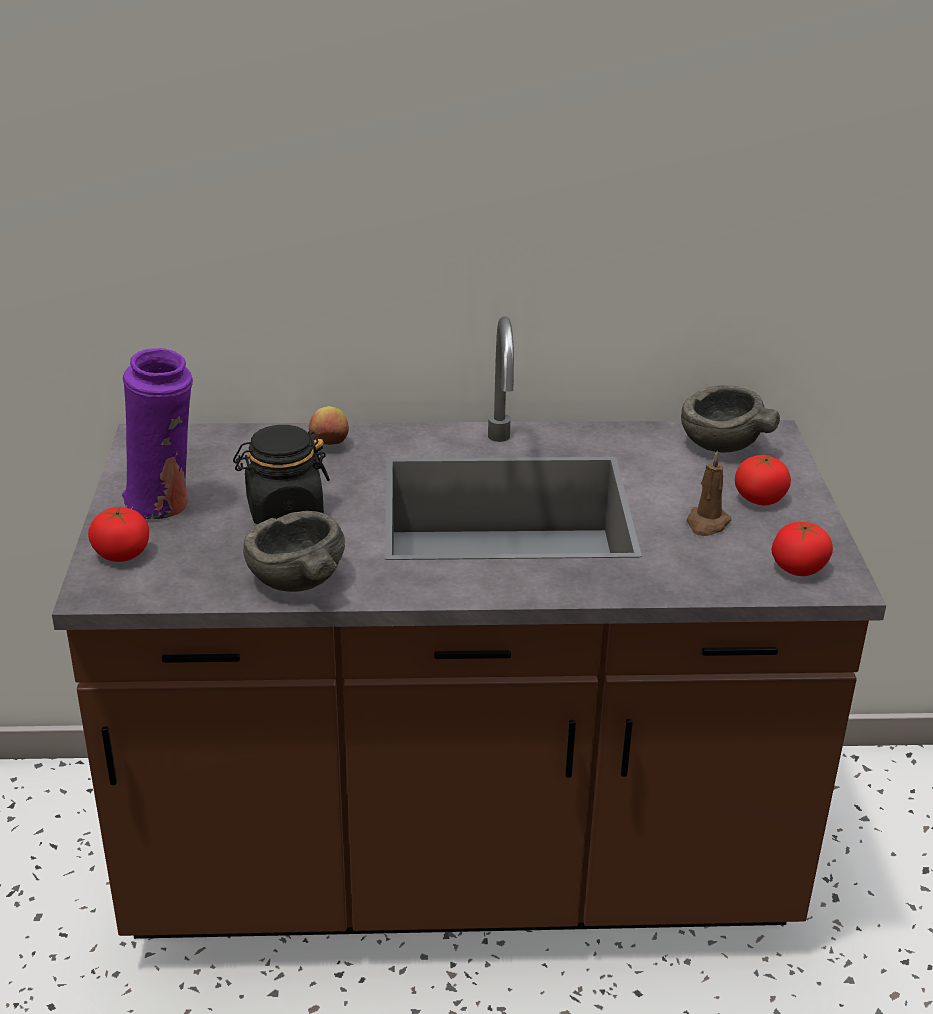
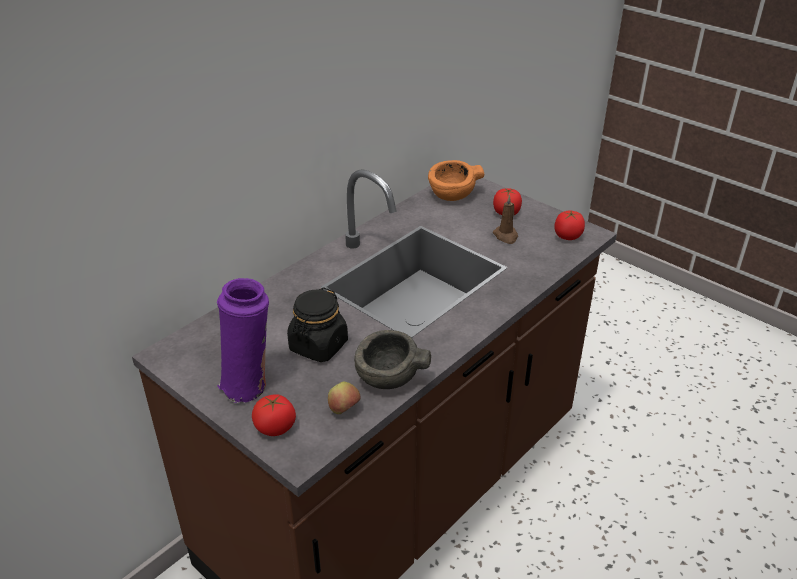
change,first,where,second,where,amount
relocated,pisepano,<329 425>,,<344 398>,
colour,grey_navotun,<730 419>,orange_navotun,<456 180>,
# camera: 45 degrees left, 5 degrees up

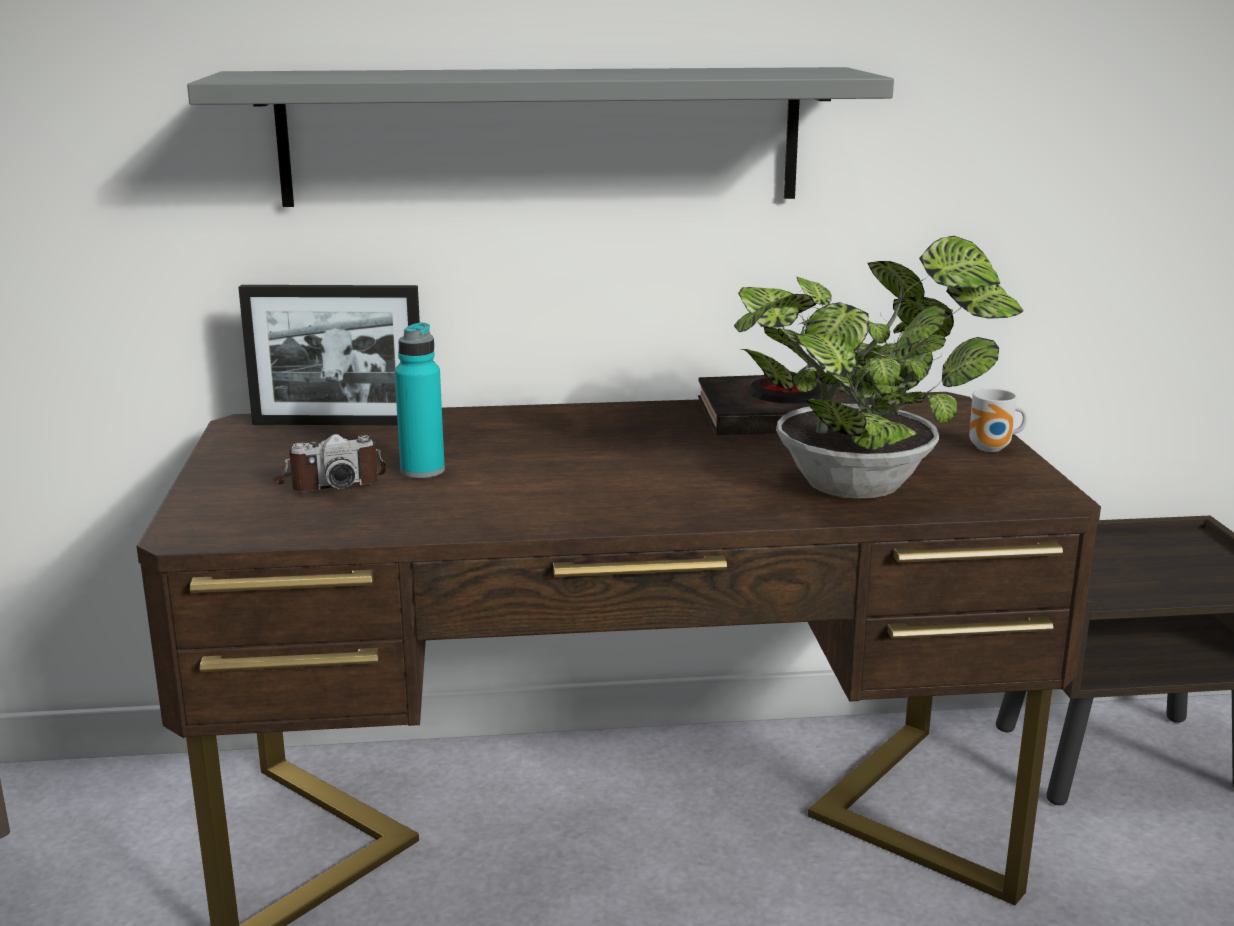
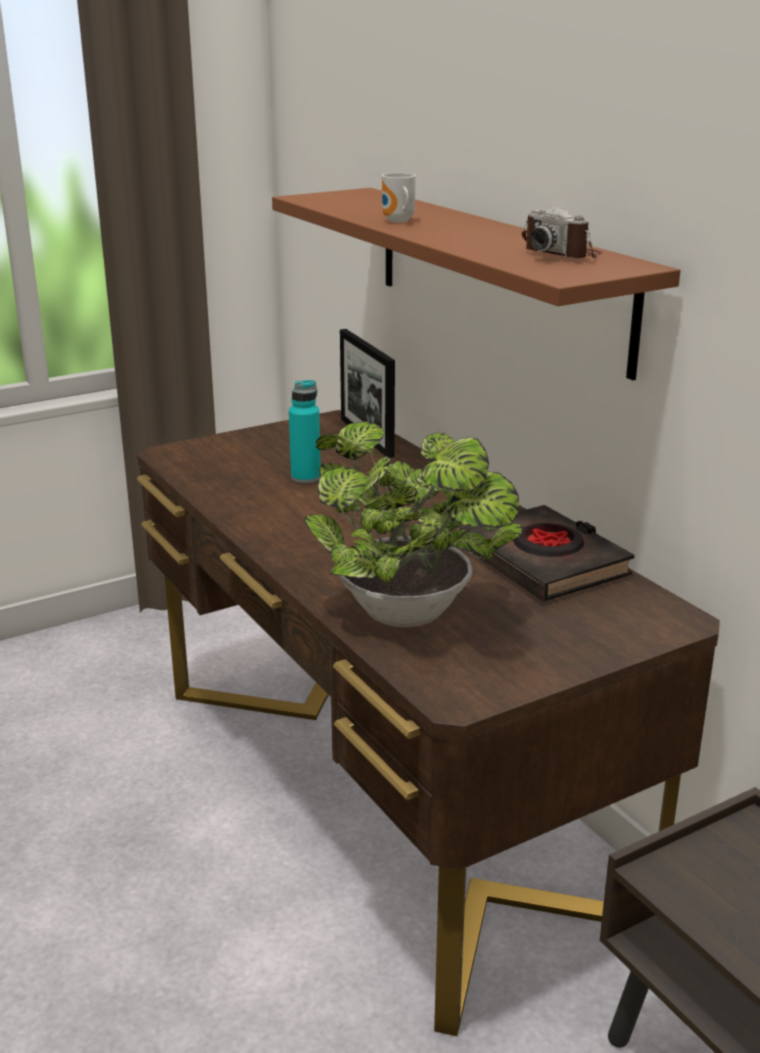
change,first,where,second,where,amount
colour,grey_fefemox,<540 137>,brown_fefemox,<476 284>,
relocated,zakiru,<329 463>,,<562 232>,
relocated,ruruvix,<998 420>,,<399 198>,
# camera: 65 degrees right, 5 degrees up

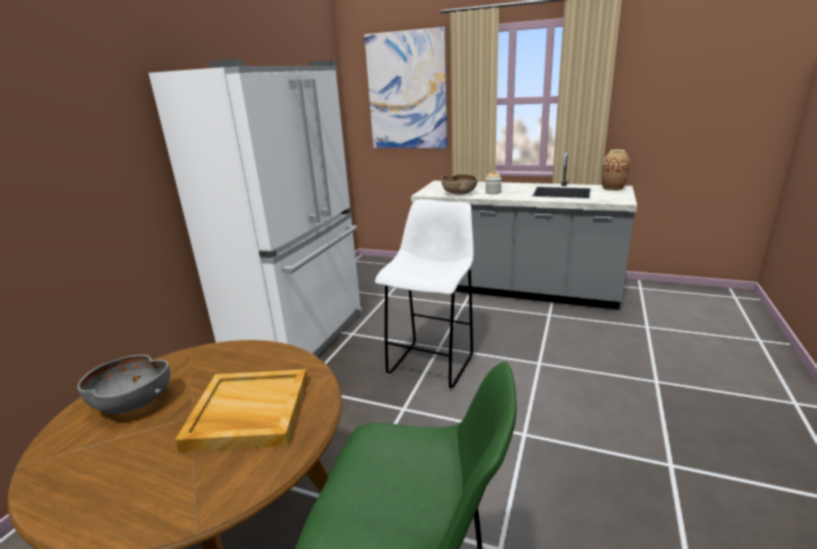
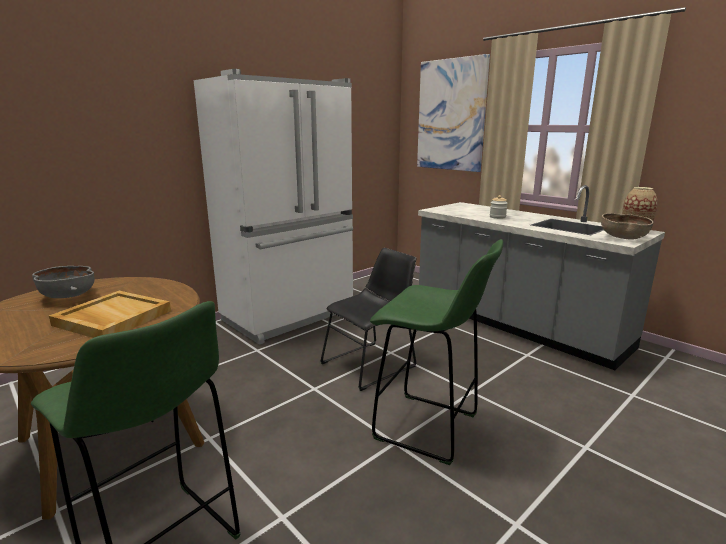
change,first,where,second,where,amount
exchanged,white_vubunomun,<424 295>,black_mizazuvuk,<368 319>,
relocated,brown_navotun,<459 184>,,<627 226>,
appeared,,,green_vubunomun,<436 352>,
# camera: 25 degrees right, 5 degrees down

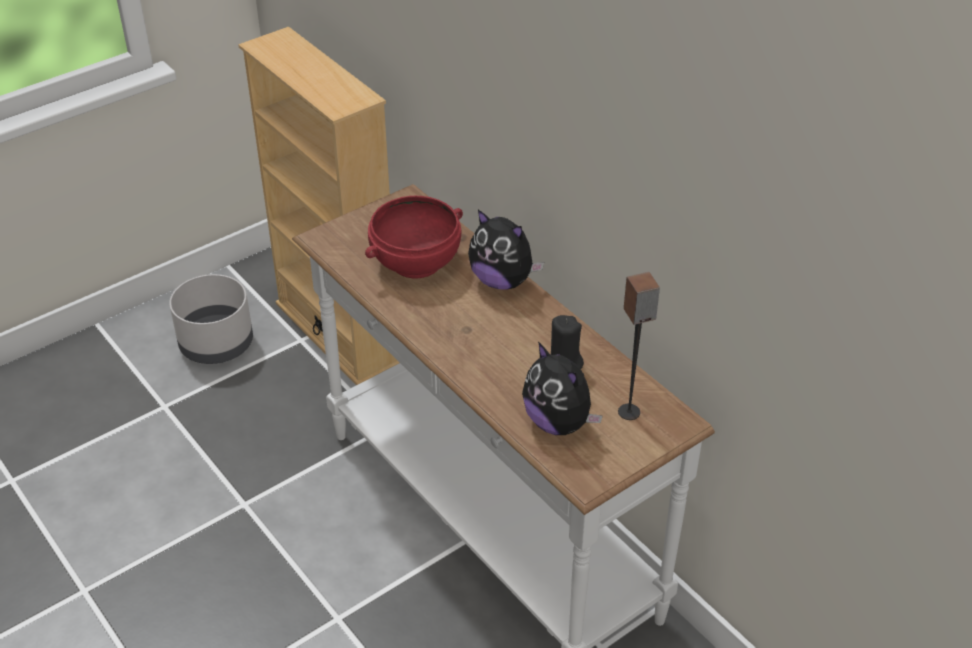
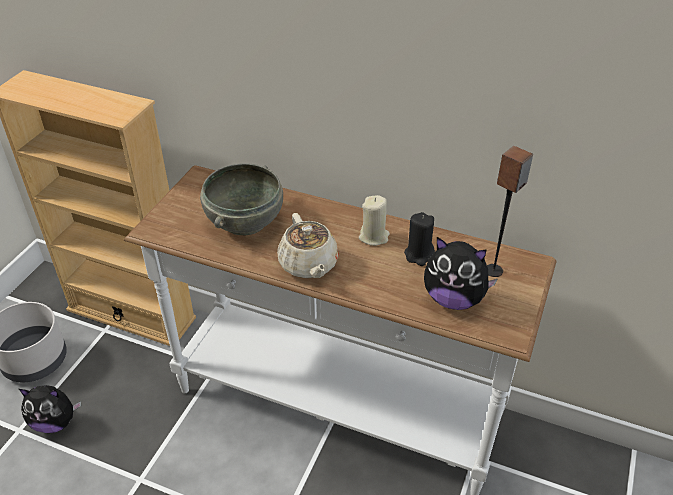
change,first,where,second,where,amount
colour,red_navotun,<414 237>,grey_navotun,<241 199>,
relocated,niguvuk,<506 250>,,<50 409>,
appeared,,,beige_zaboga,<308 245>,
appeared,,,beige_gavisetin,<374 220>,
# camera: 30 degrees left, 0 degrees up

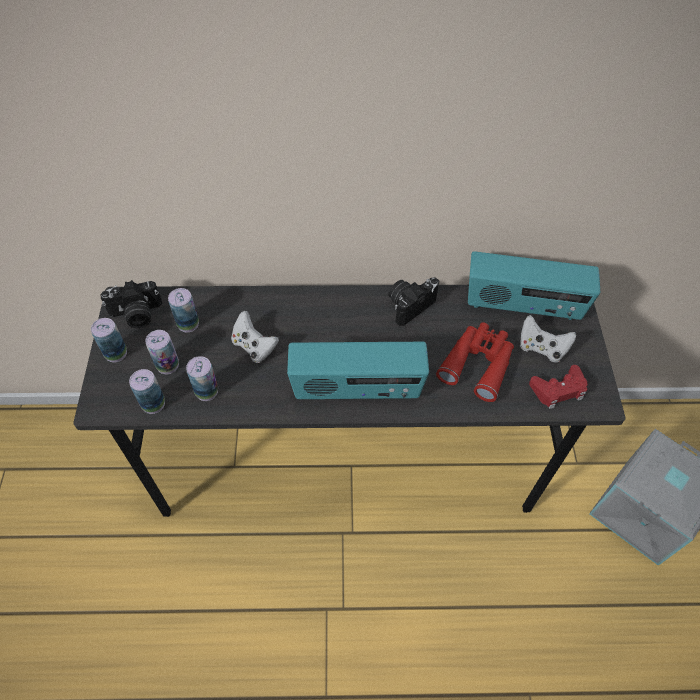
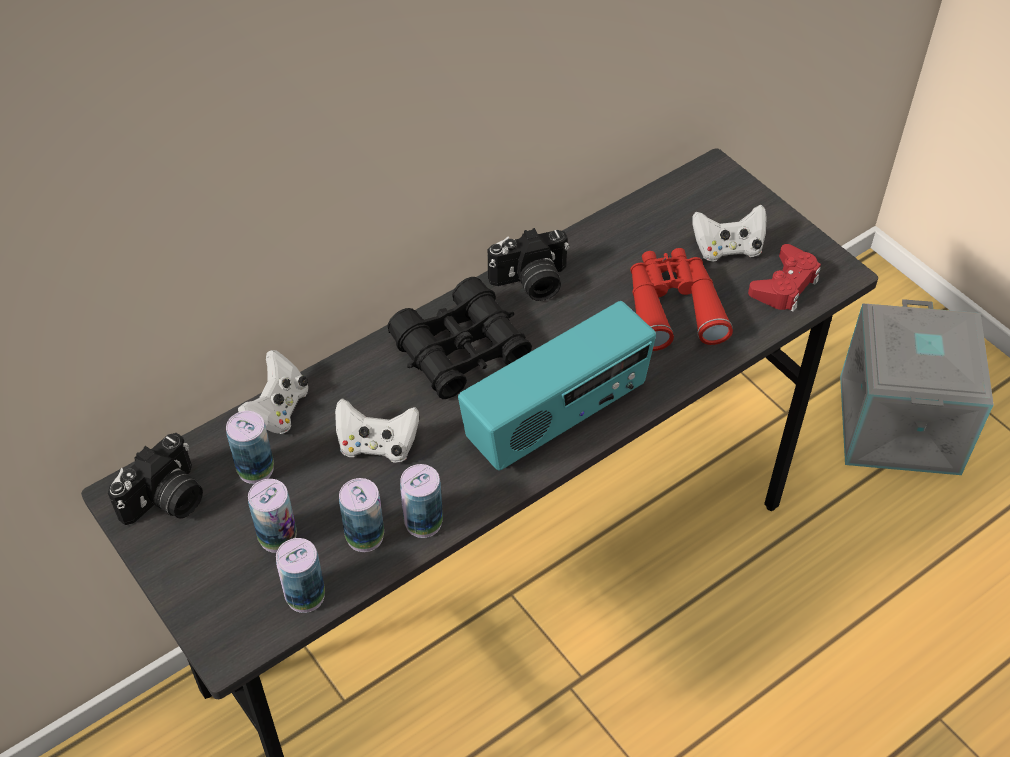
change,first,where,second,where,amount
relocated,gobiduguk,<109 340>,,<421 501>,
spun,zakiru,<413 301>,,<528 264>,120 degrees counterclockwise
missing,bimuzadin,<534 285>,,,
appeared,,,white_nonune,<273 392>,
appeared,,,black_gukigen,<459 338>,
# camera: 35 degrees left, 5 degrees down

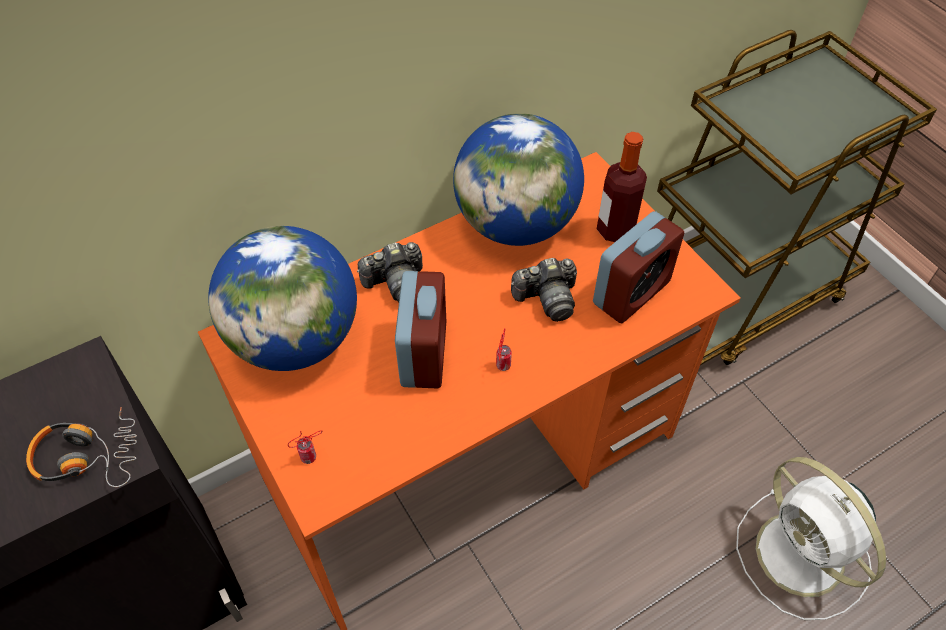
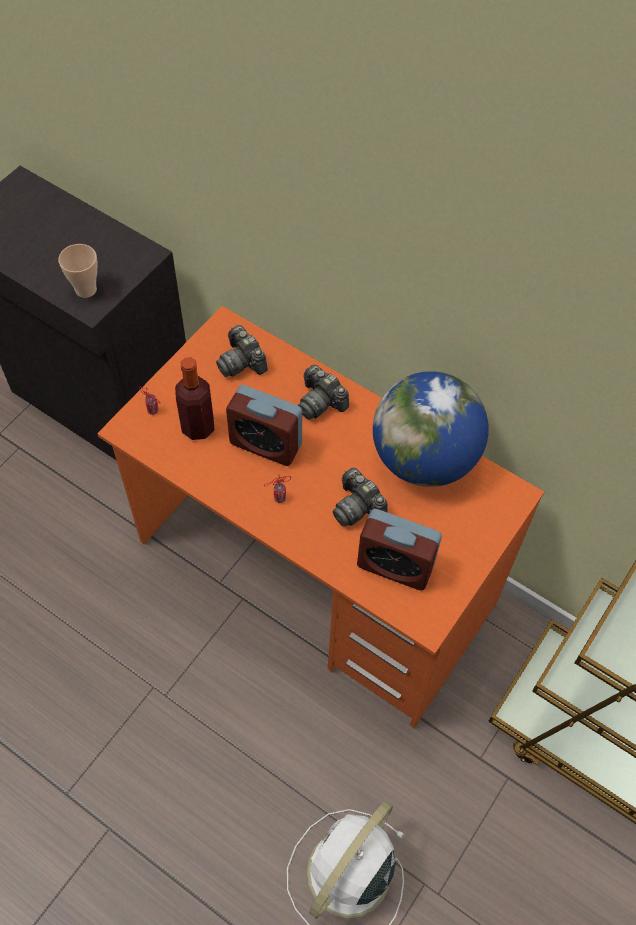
change,first,where,second,where,amount
exchanged,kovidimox,<81 447>,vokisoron,<77 271>,
exchanged,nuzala,<282 298>,zakiru,<242 351>,
spun,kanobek,<420 329>,,<264 425>,45 degrees clockwise
relocated,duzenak,<622 187>,,<195 398>,
# camera: 65 degrees right, 5 degrees up

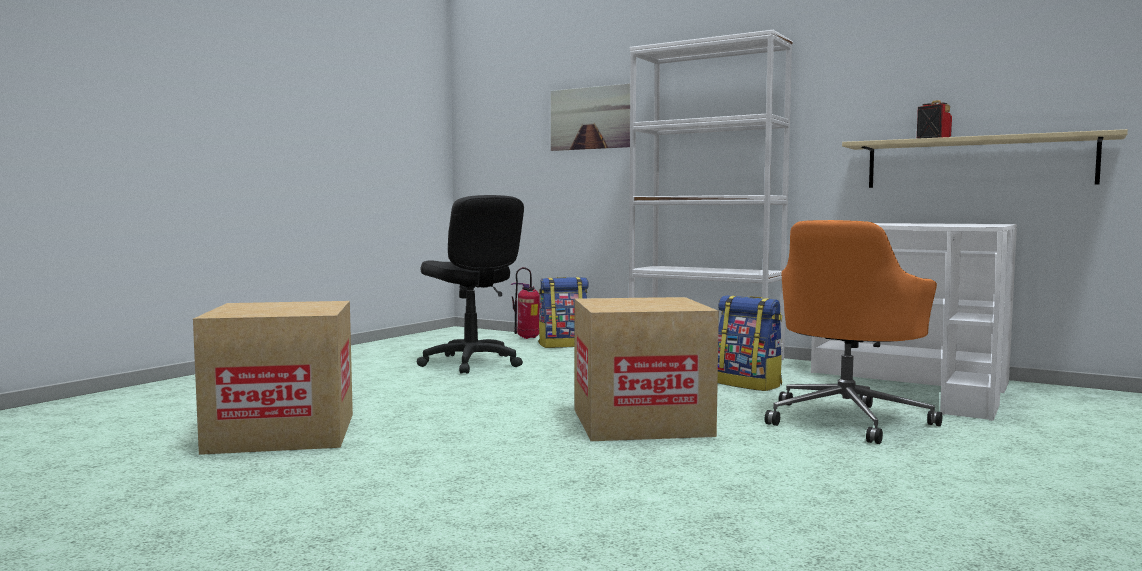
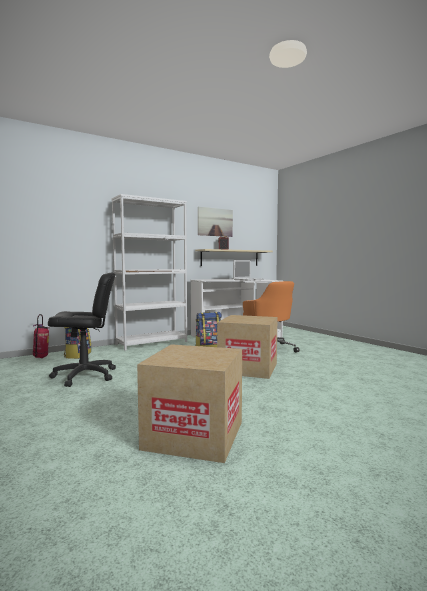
change,first,where,second,where,amount
relocated,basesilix,<590 117>,,<215 222>,
appeared,,,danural,<248 270>,
# camera: 65 degrees left, 0 degrees up

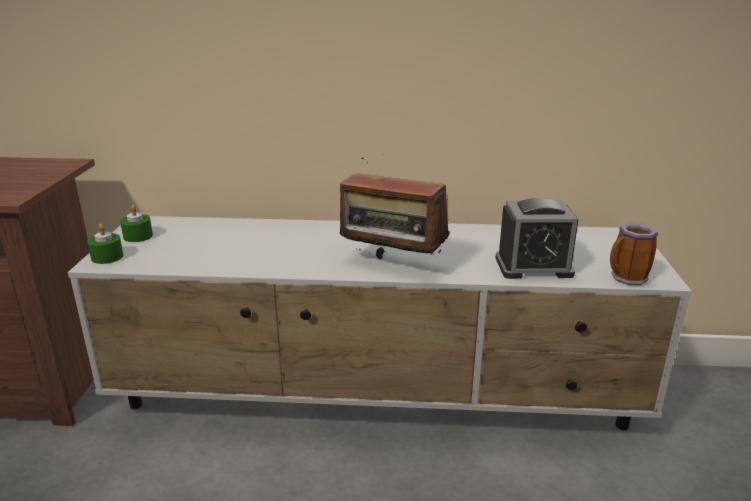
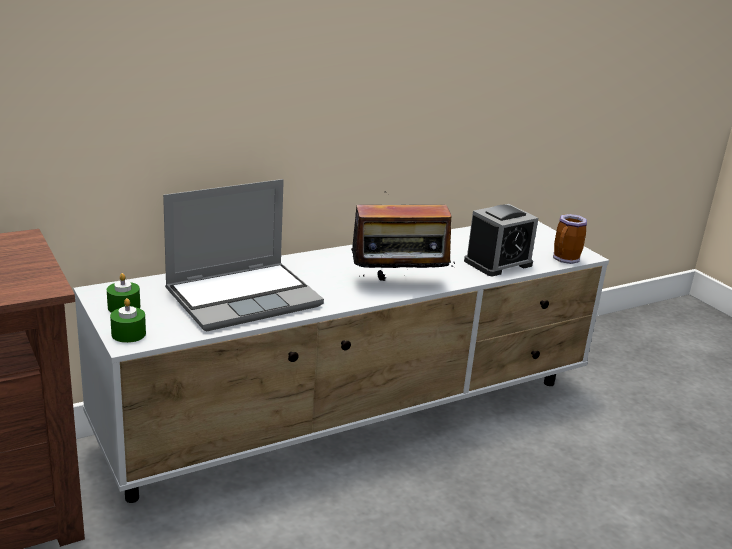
change,first,where,second,where,amount
appeared,,,danural,<243 255>,
# camera: 35 degrees left, 0 degrees up

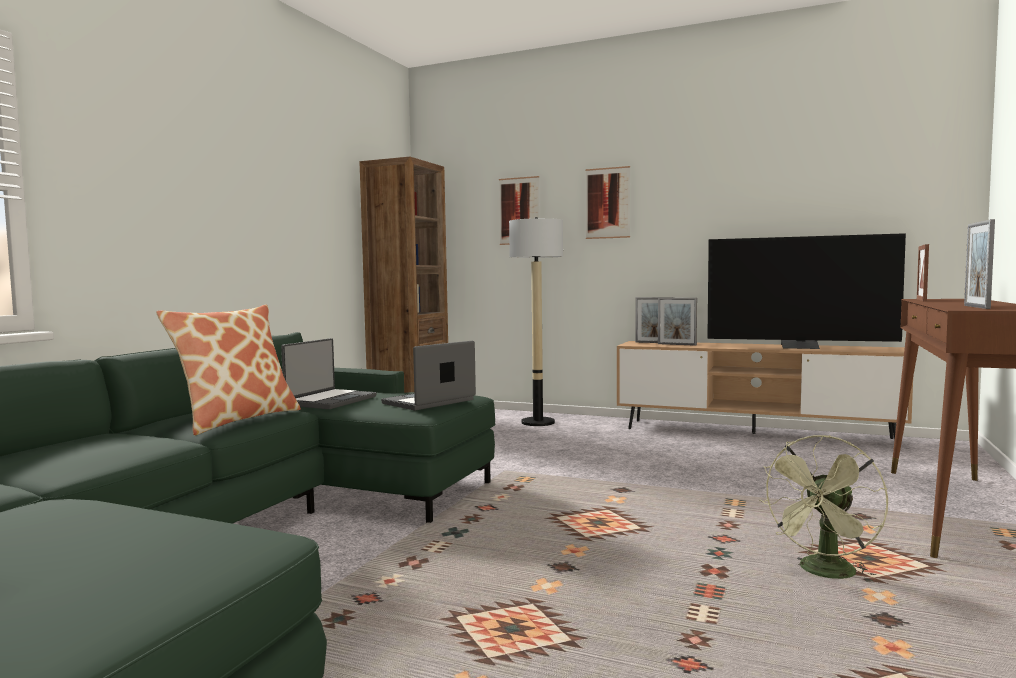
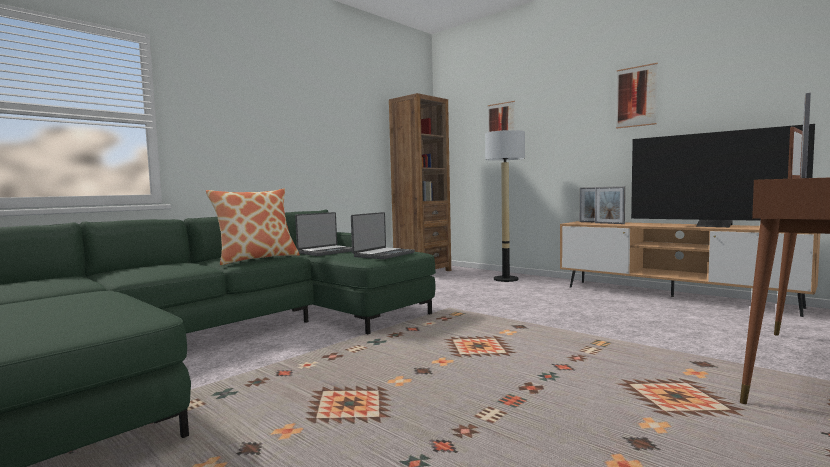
change,first,where,second,where,amount
spun,danural,<428 375>,,<383 235>,150 degrees clockwise
relocated,basesilix,<607 202>,,<637 96>,
missing,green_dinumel,<823 509>,,,
# camera: 20 degrees right, 0 degrees up

